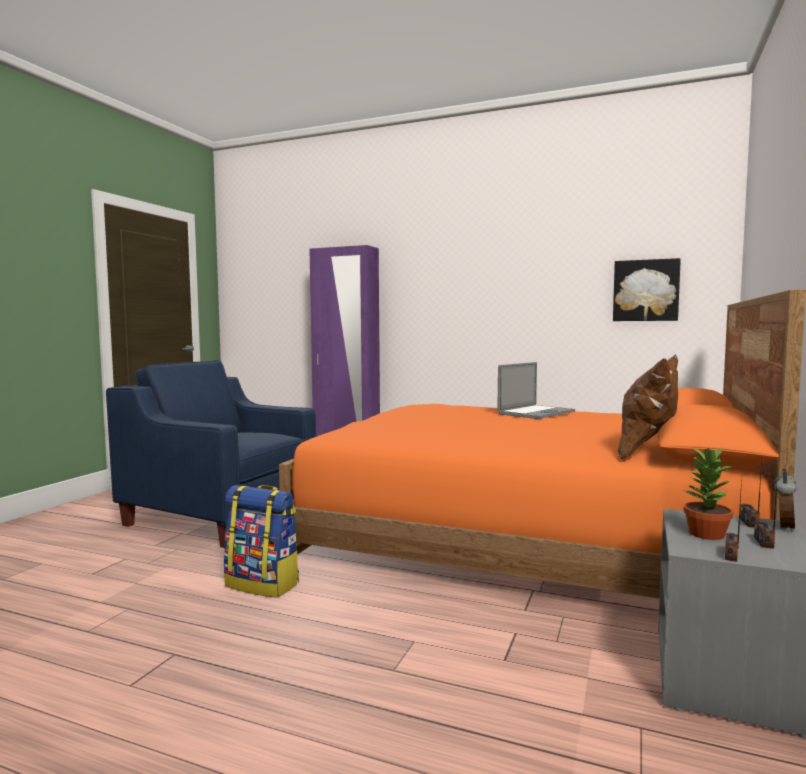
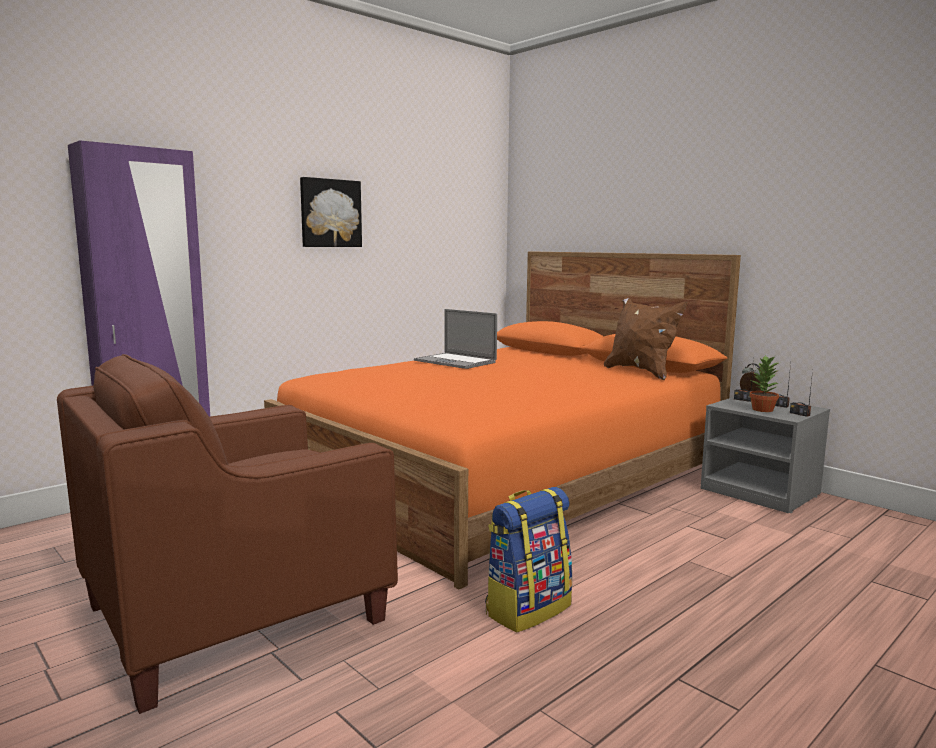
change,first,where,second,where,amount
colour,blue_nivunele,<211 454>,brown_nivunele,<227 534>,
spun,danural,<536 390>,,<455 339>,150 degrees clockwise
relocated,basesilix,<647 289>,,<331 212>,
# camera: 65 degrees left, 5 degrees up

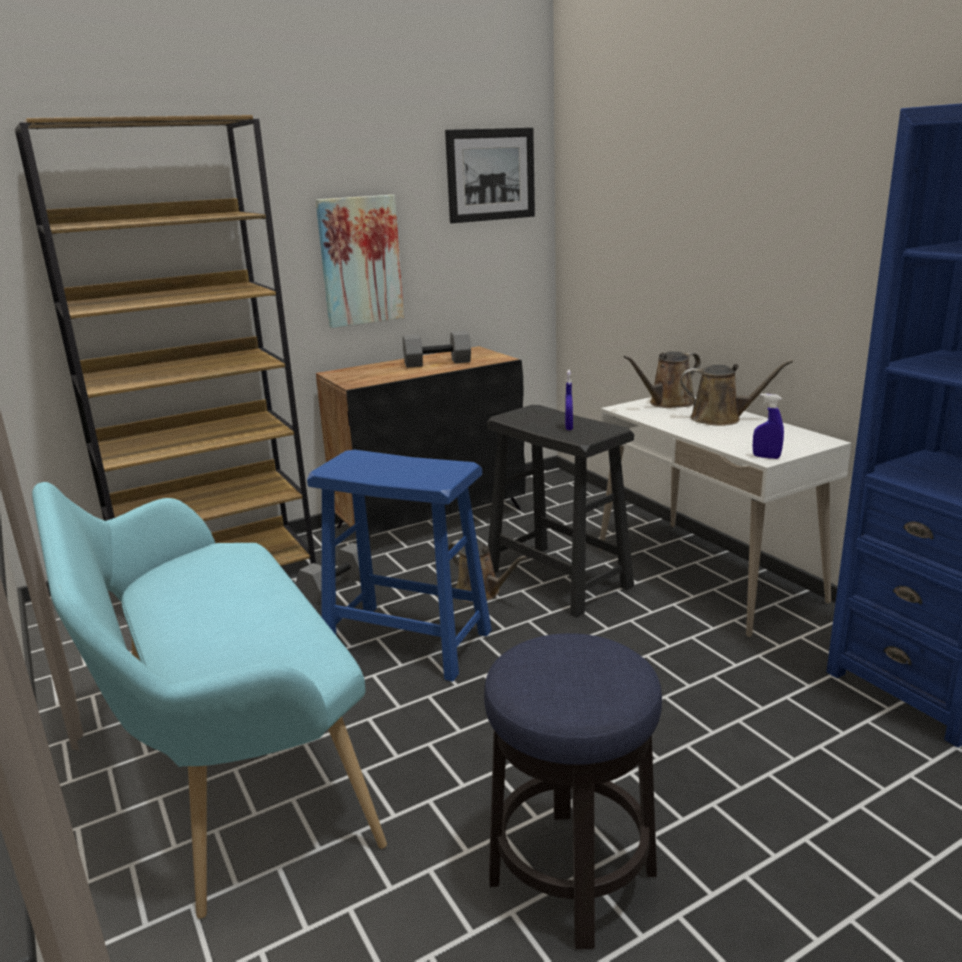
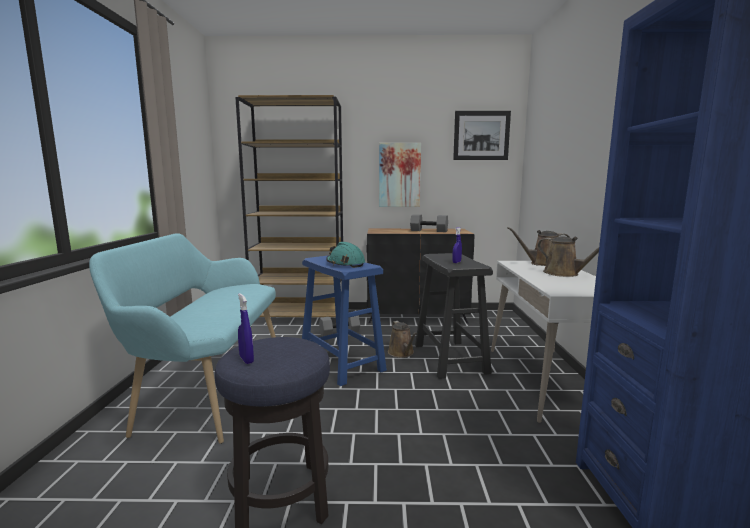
change,first,where,second,where,amount
relocated,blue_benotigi,<768 426>,,<246 328>,
appeared,,,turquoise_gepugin,<345 255>,
# camera: 30 degrees right, 10 degrees down

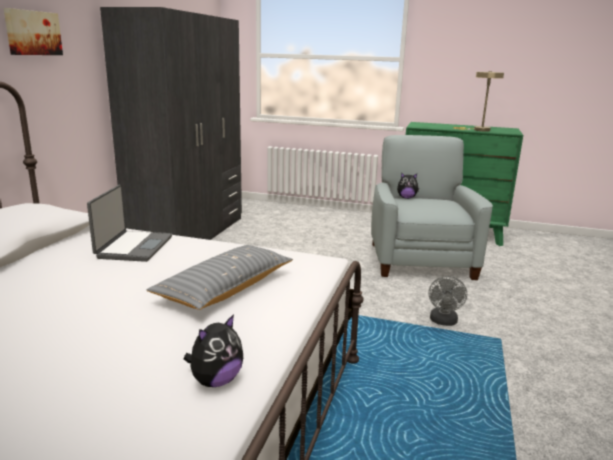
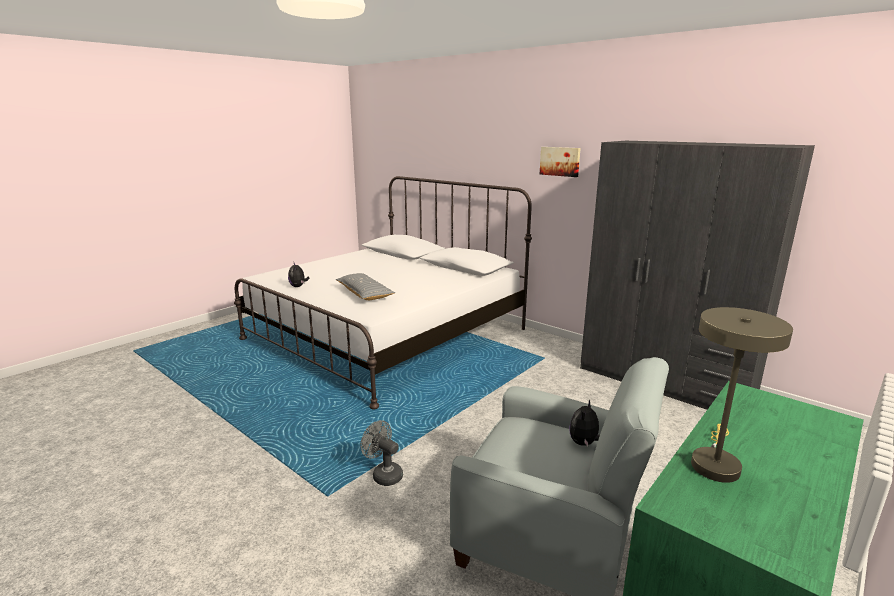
change,first,where,second,where,amount
missing,danural,<129 223>,,,
# camera: 115 degrees right, 0 degrees up

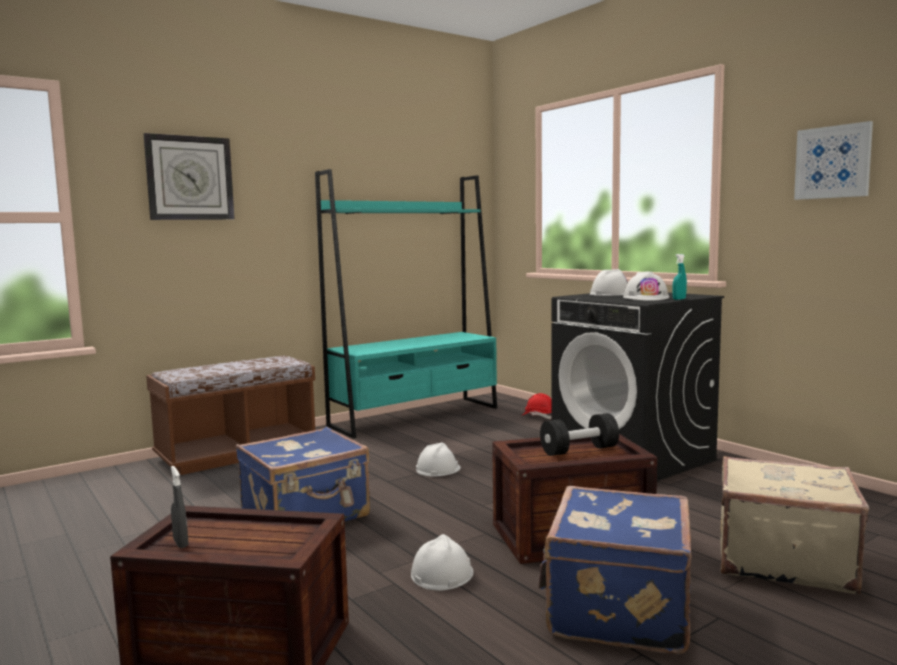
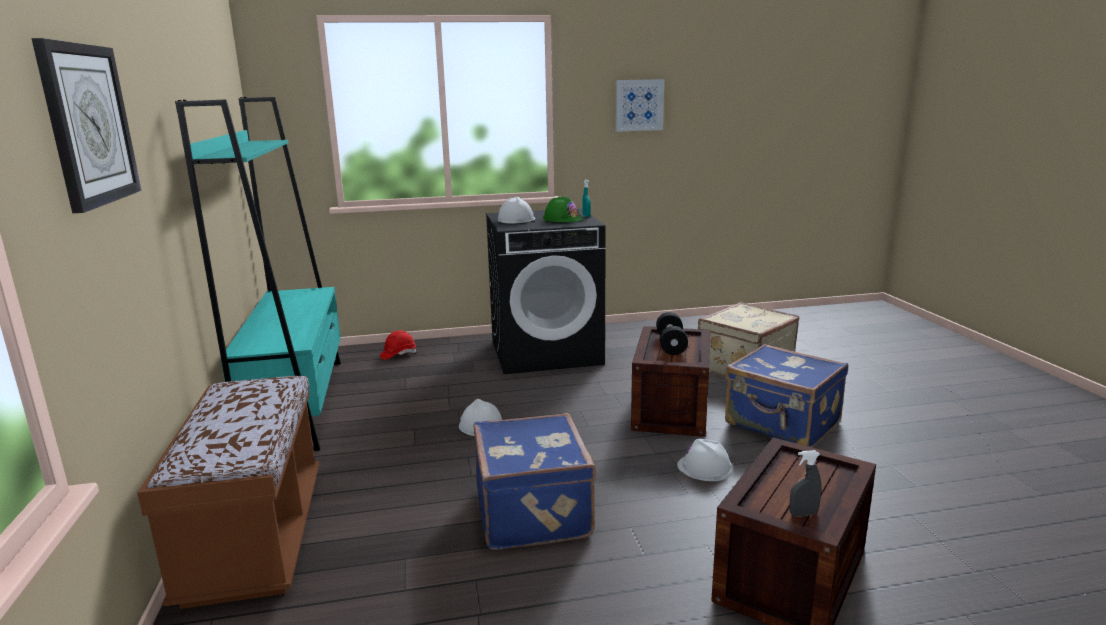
change,first,where,second,where,amount
colour,white_gepugin,<646 286>,green_gepugin,<563 209>,
# camera: 65 degrees left, 10 degrees up

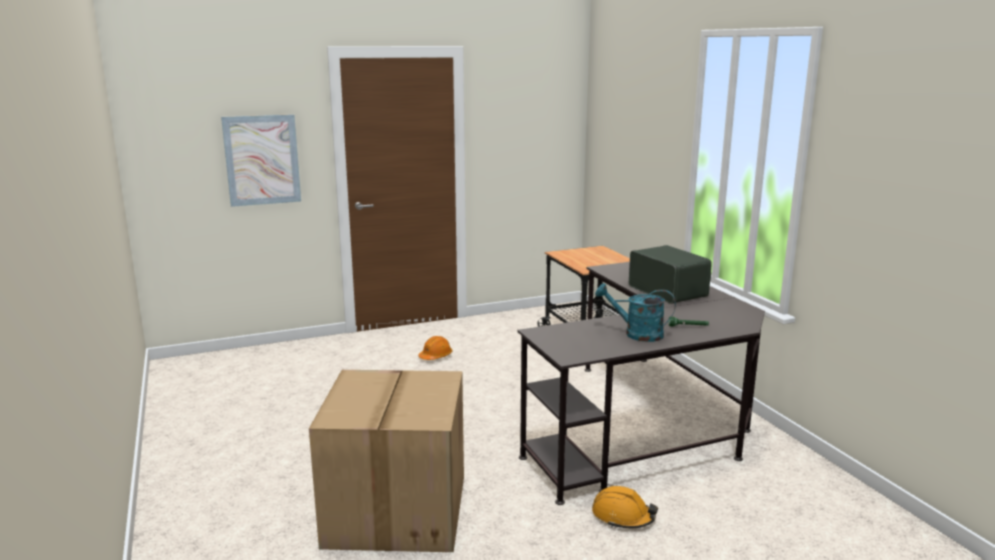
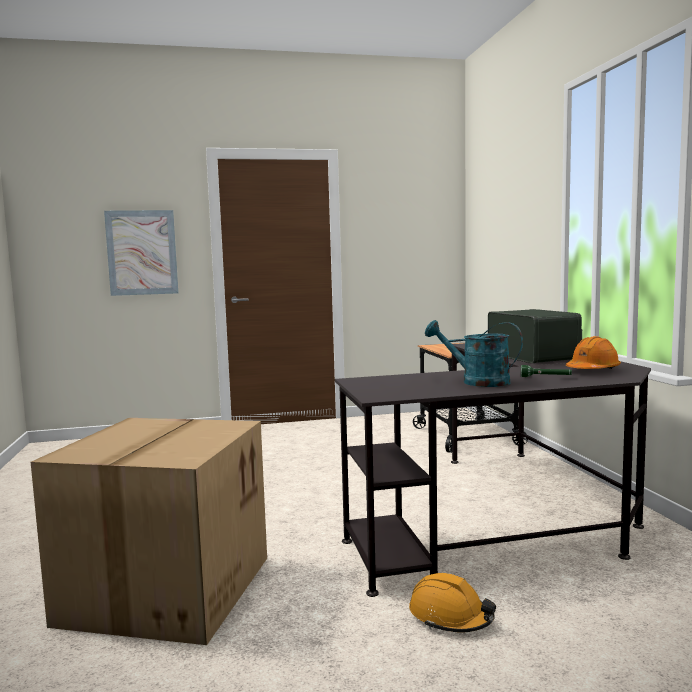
change,first,where,second,where,amount
relocated,orange_gepugin,<435 348>,,<593 352>,
# camera: 10 degrees right, 10 degrees down

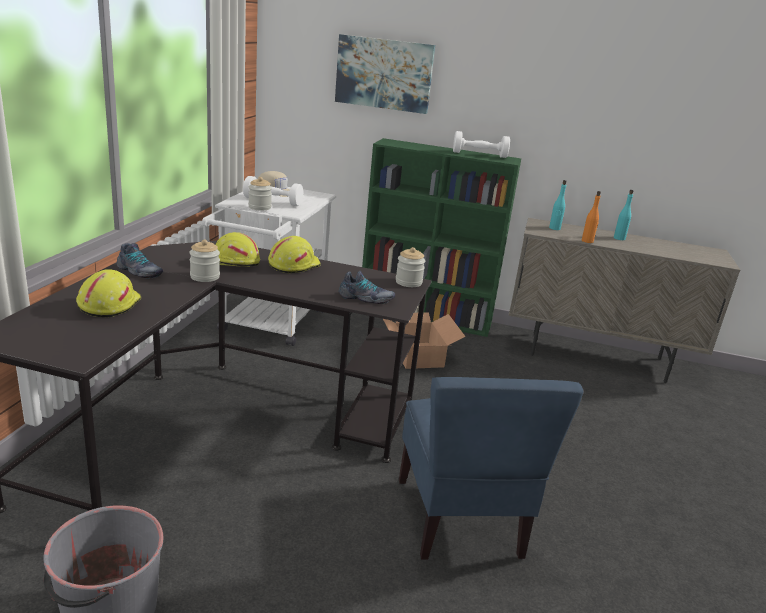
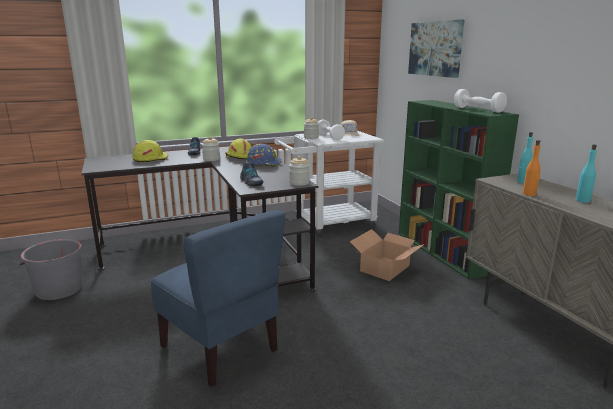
change,first,where,second,where,amount
colour,yellow_gepugin,<294 254>,blue_gepugin,<264 155>,
spun,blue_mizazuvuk,<491 468>,,<217 298>,90 degrees counterclockwise
# camera: 55 degrees right, 5 degrees down

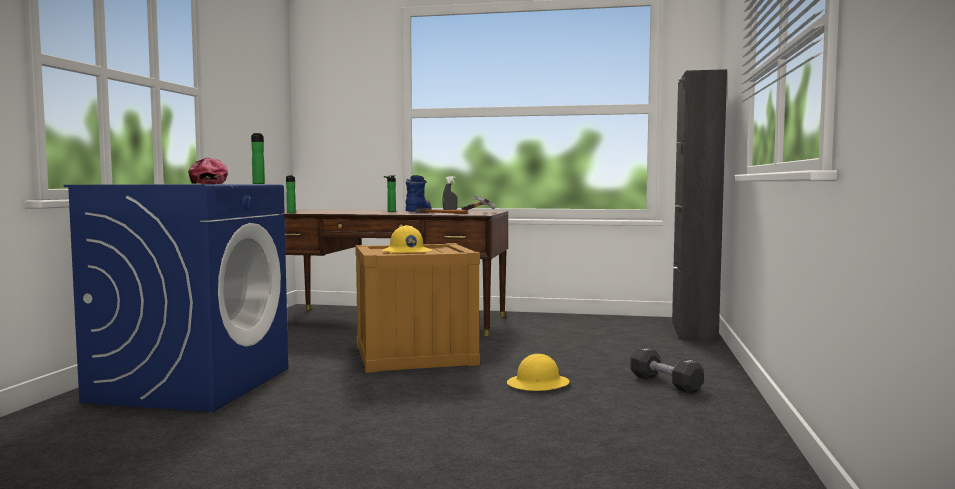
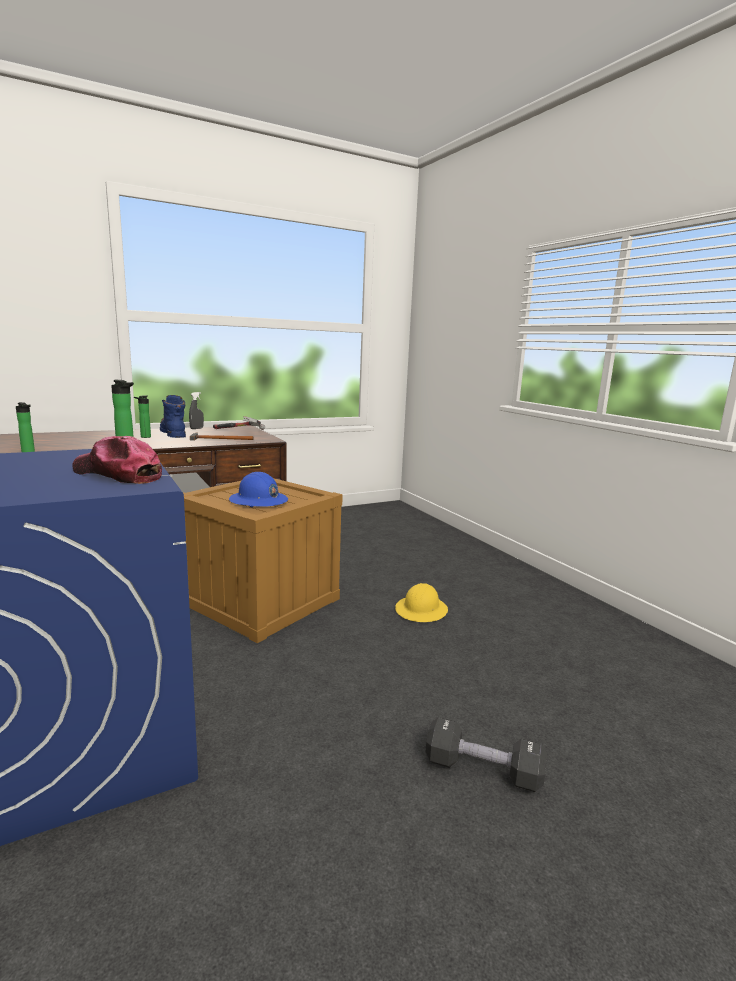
change,first,where,second,where,amount
colour,yellow_gepugin,<406 239>,blue_gepugin,<258 489>,
relocated,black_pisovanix,<667 370>,,<486 754>,
missing,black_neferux,<699 205>,,,
# camera: 40 degrees left, 10 degrees up

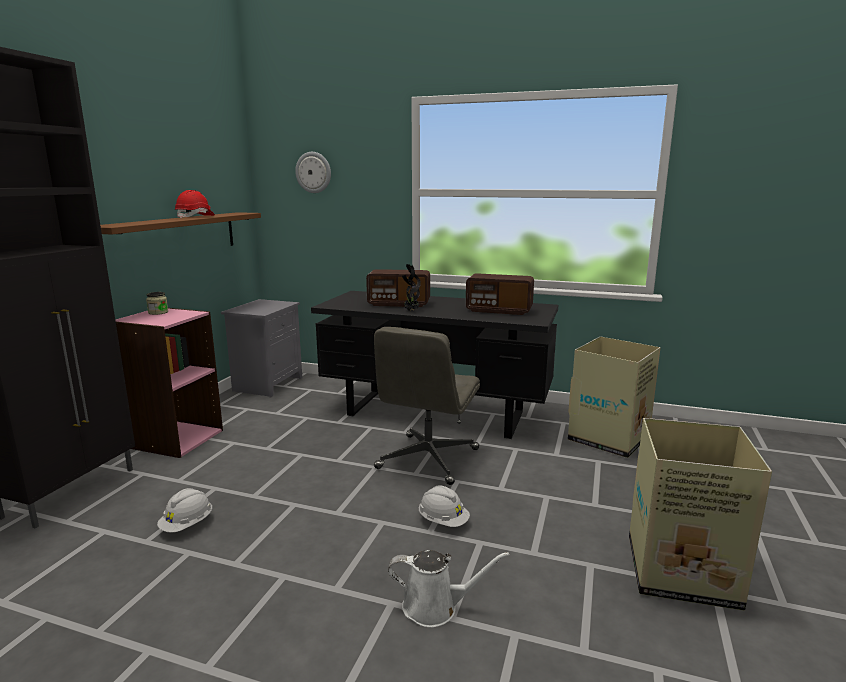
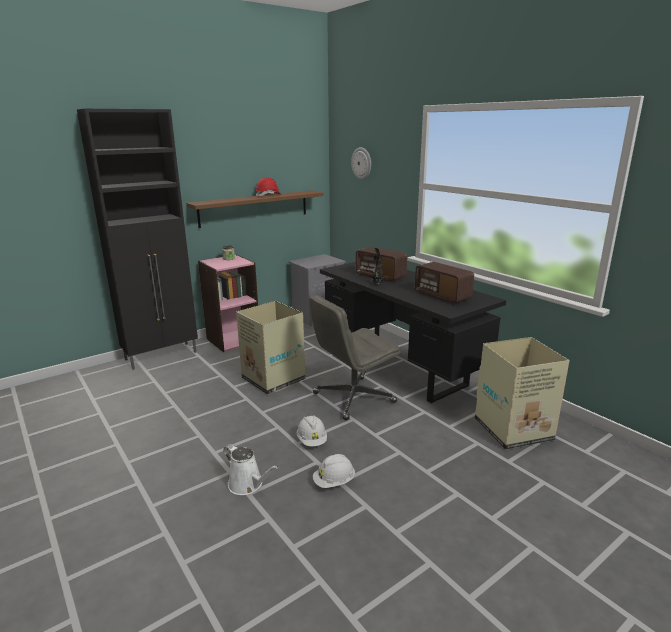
change,first,where,second,where,amount
relocated,white_gepugin,<184 510>,,<334 471>,
relocated,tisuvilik,<700 514>,,<270 347>,
# camera: 35 degrees right, 5 degrees up

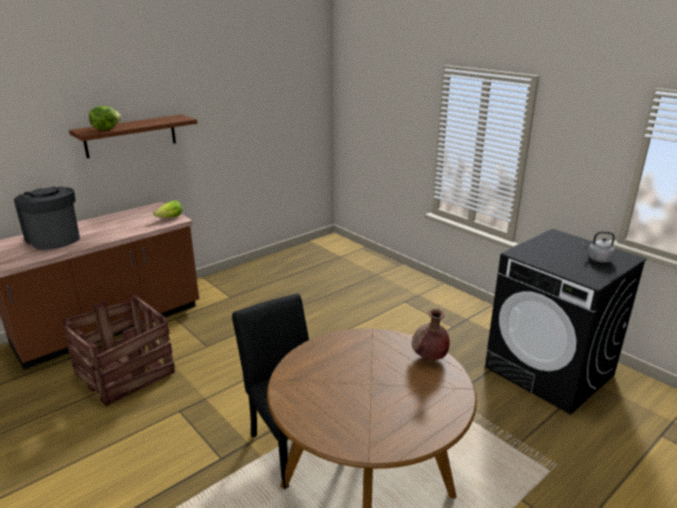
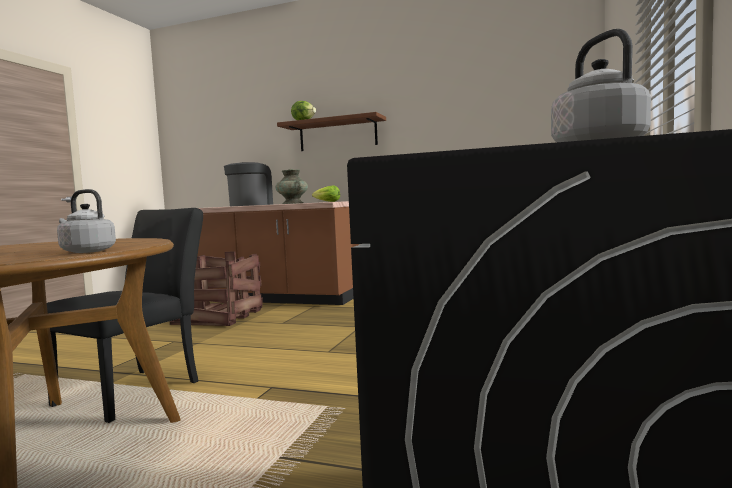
change,first,where,second,where,amount
exchanged,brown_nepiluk,<431 334>,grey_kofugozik,<86 221>,
appeared,,,turquoise_nepiluk,<292 186>,
# camera: 60 degrees right, 20 degrees down

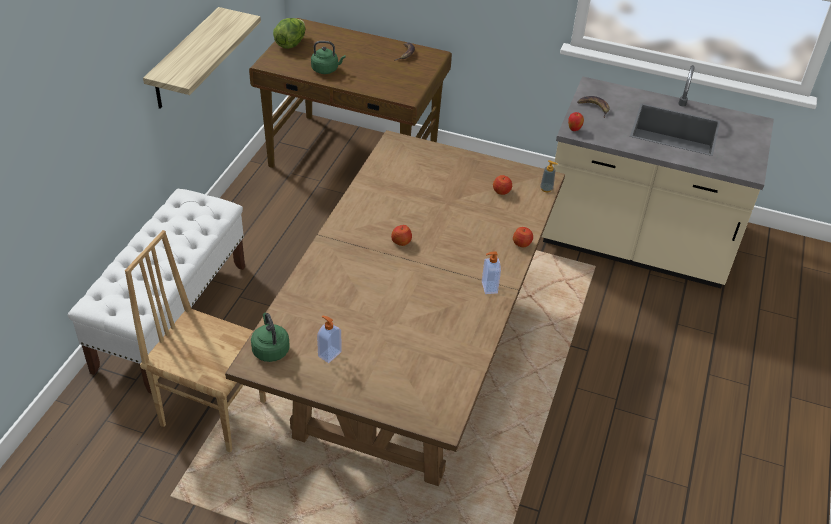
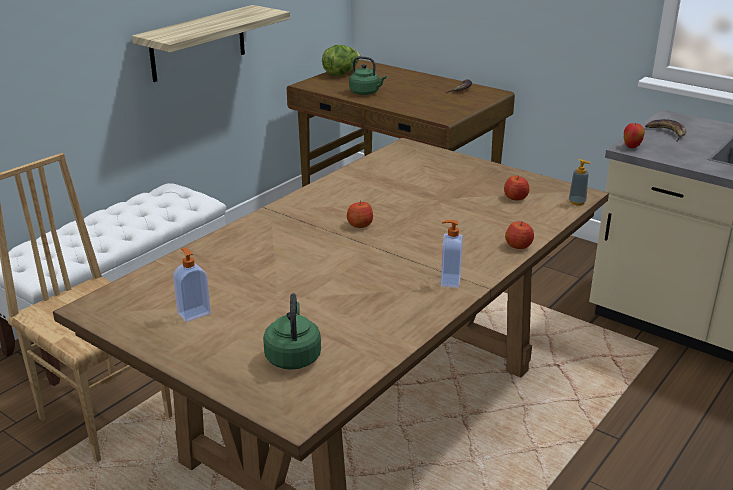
change,first,where,second,where,amount
relocated,green_kofugozik,<270 337>,,<292 331>,
# camera: 20 degrees right, 15 degrees down

